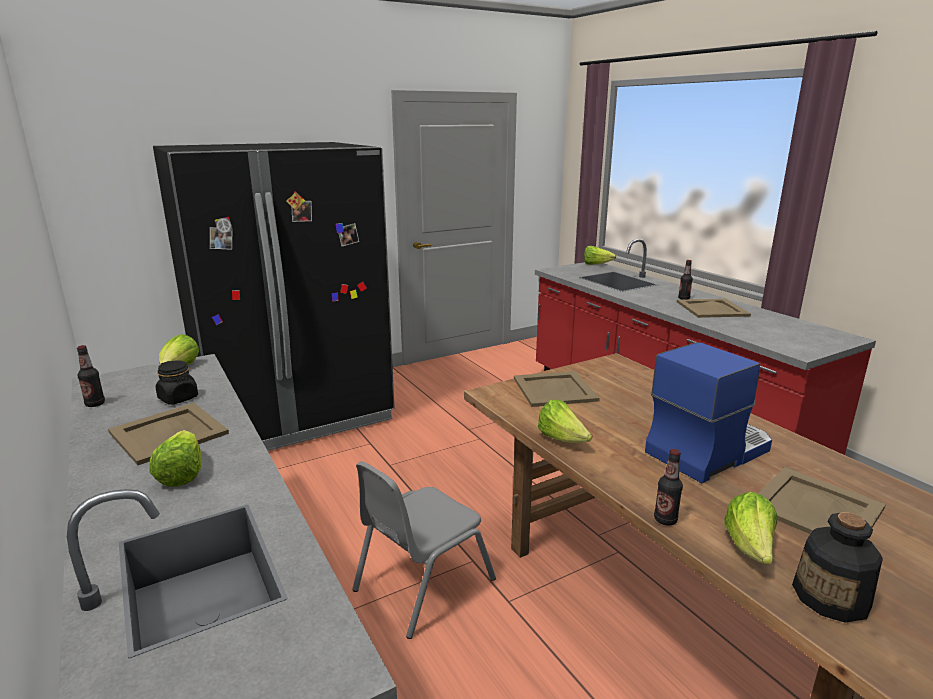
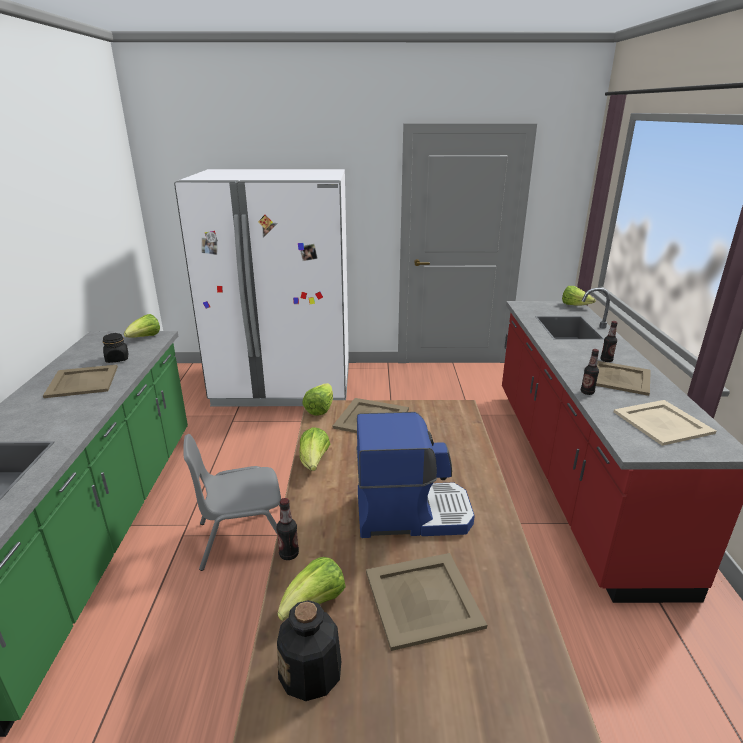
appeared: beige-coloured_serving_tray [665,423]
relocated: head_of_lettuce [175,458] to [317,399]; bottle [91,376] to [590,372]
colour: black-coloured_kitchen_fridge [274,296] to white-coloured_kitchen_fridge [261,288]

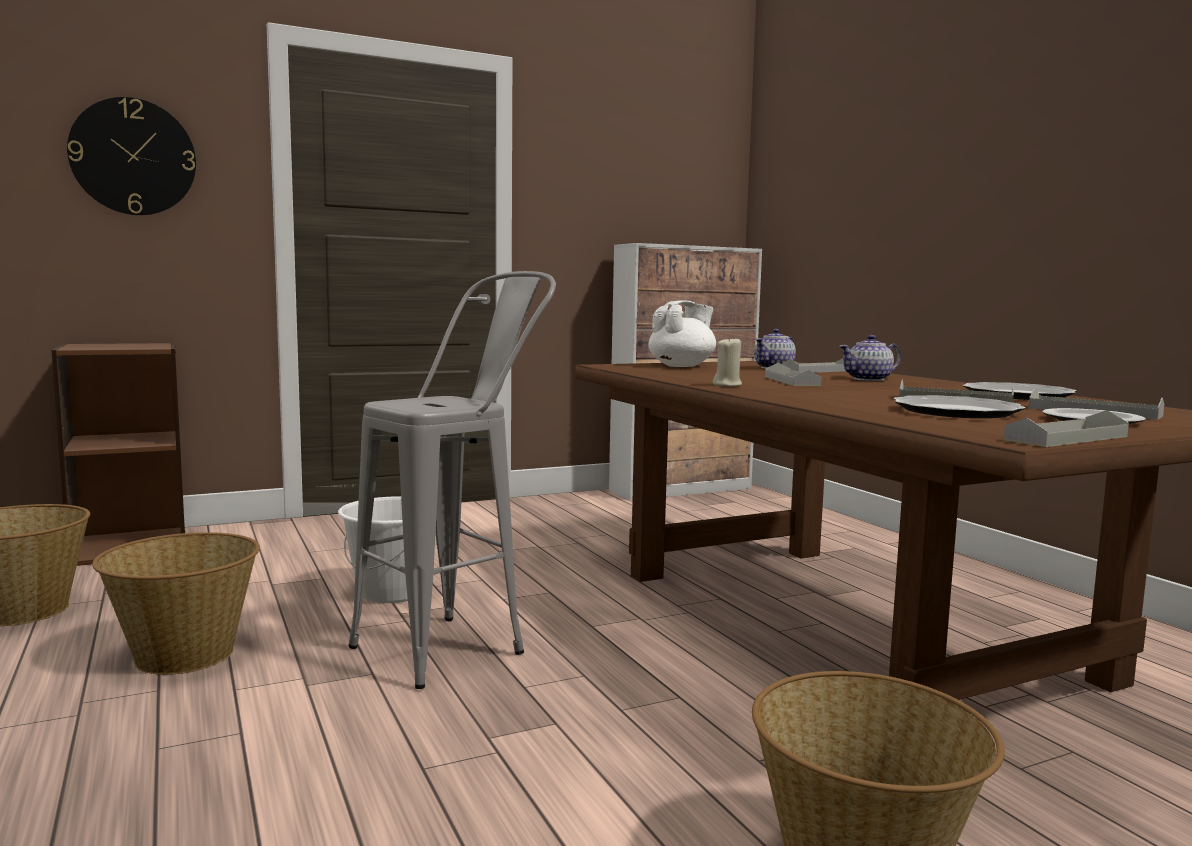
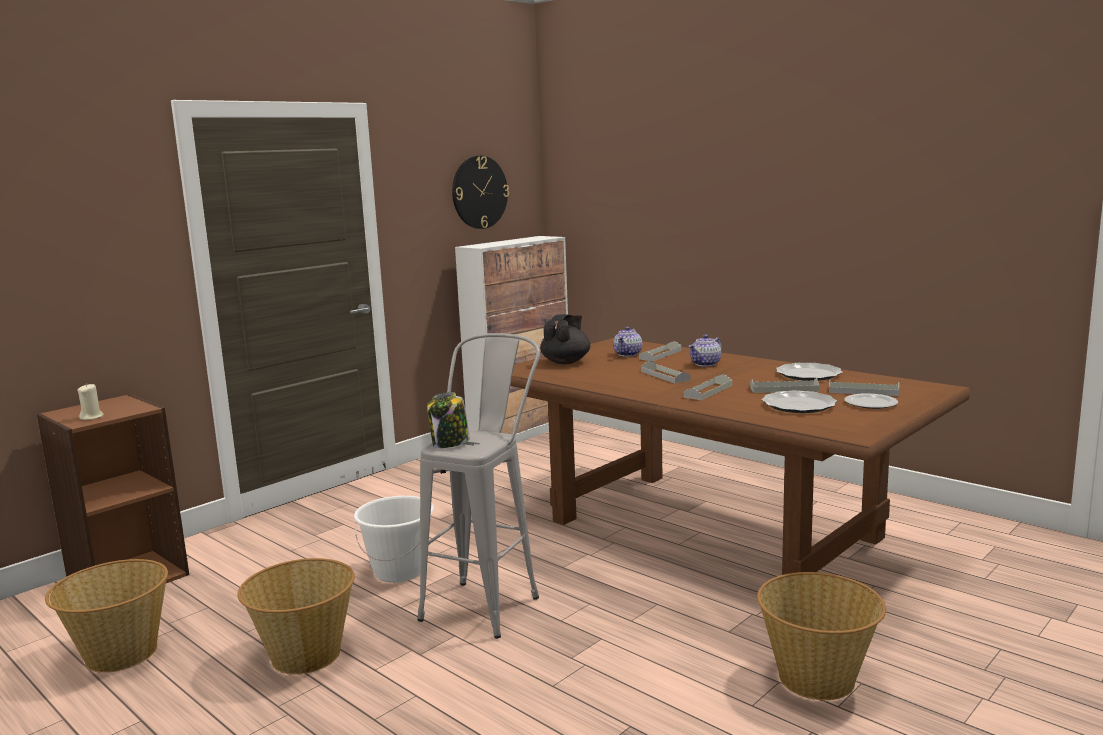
appeared: jar [448,420]
relocated: beige-coloured_candle [727,361] to [90,402]; hanging_clock [131,156] to [480,192]; gray_serving_tray [1066,428] to [707,387]
colour: white-coloured_teapot [682,334] to black-coloured_teapot [565,339]

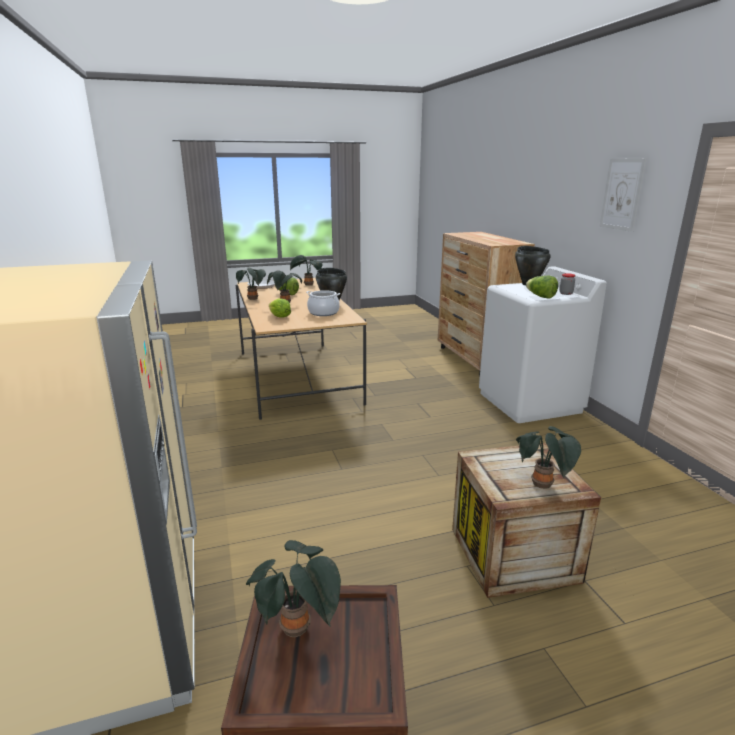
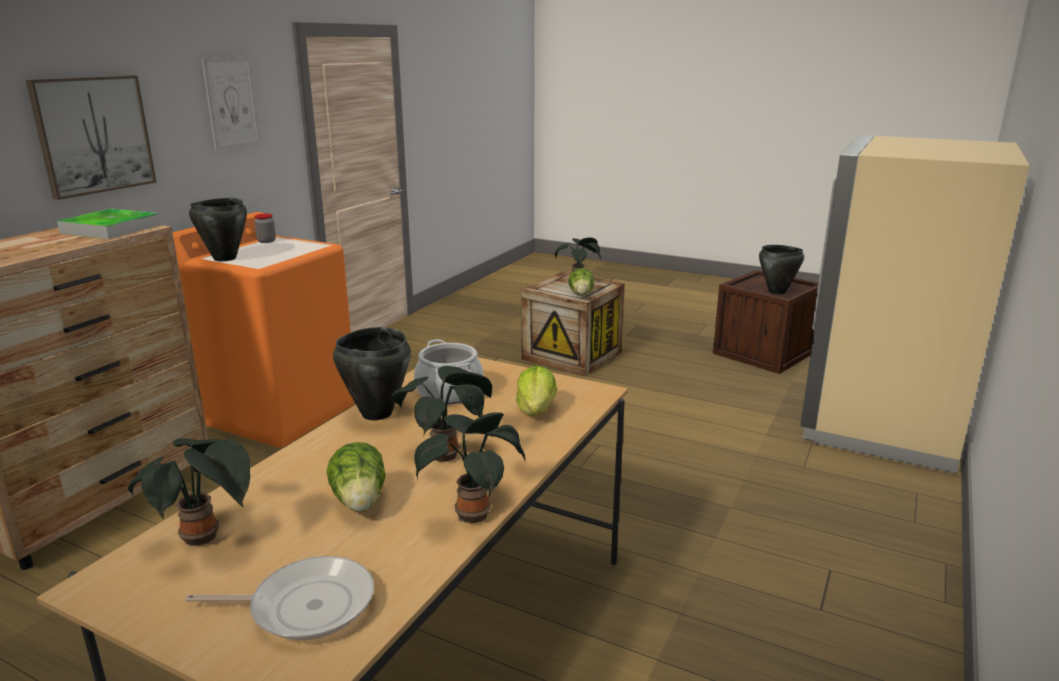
appeared: picture [91,137]; serving_tray [108,224]
relocated: head_of_lettuce [542,287] to [581,281]
exchanged: plant_in_a_pot [293,588] to black-coloured_saucepot [781,269]
colour: white-coloured_washing_machine [543,344] to orangey_washing_machine [263,330]

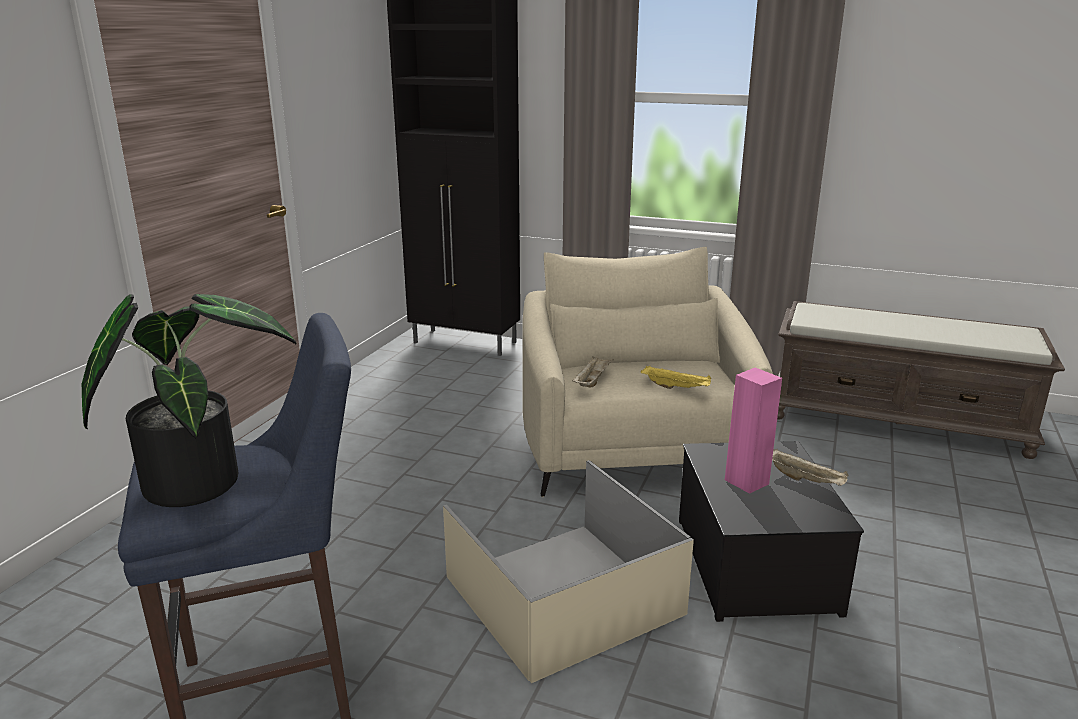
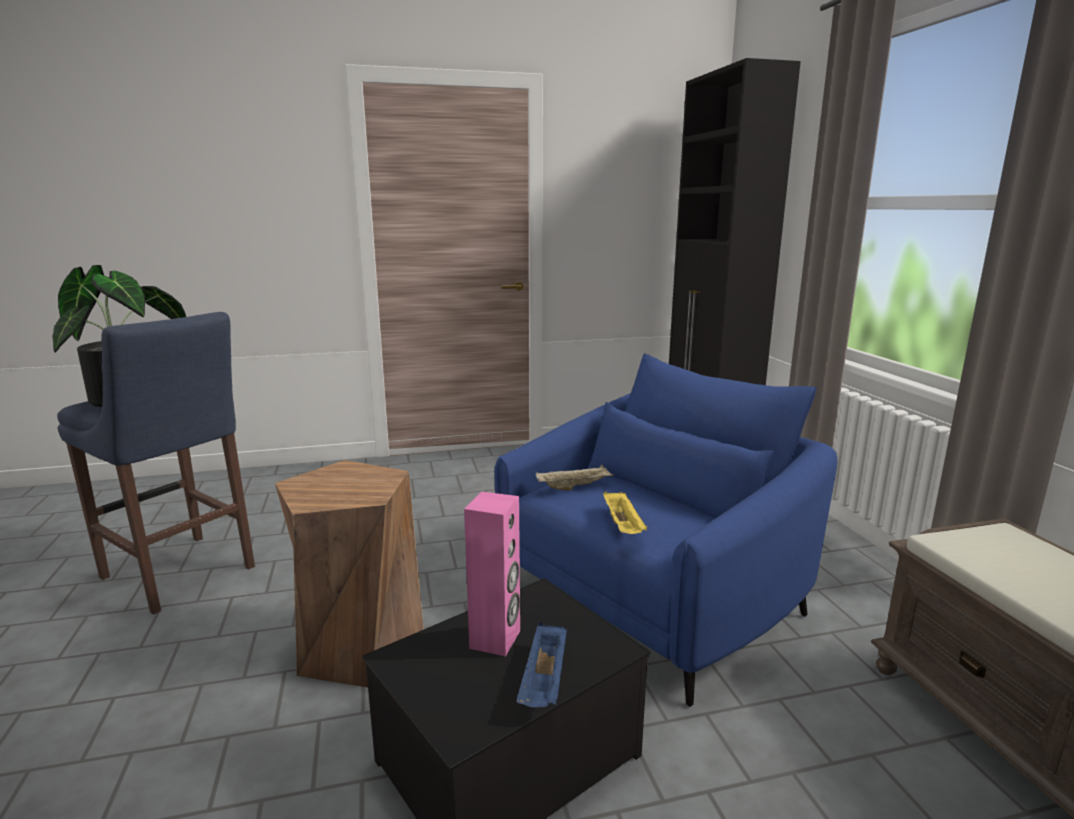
exchanged: beige-coloured_storage_box [568,571] to brown-coloured_stool [349,574]
colour: beige-coloured_easy_chair [647,372] to blue-coloured_easy_chair [665,530]; beige-coloured_serving_tray [810,467] to blue-coloured_serving_tray [541,664]

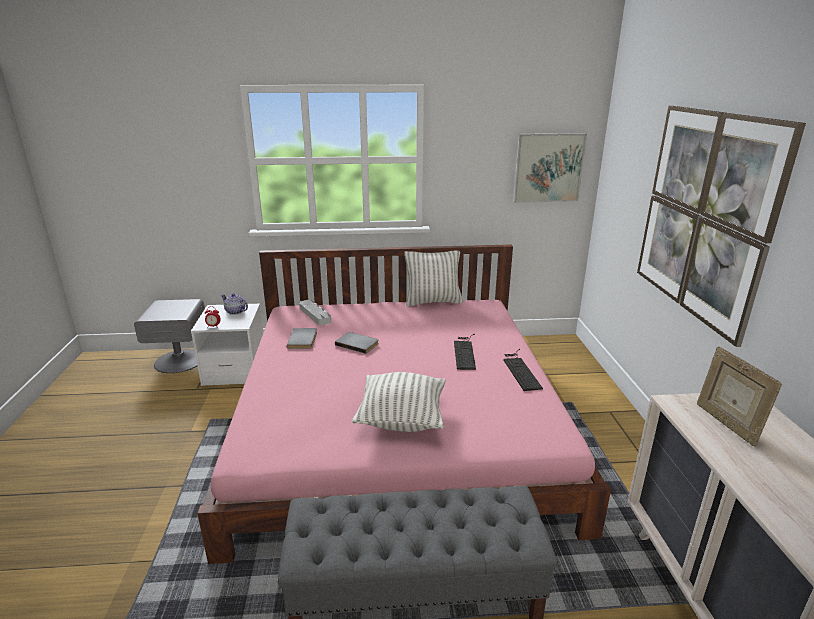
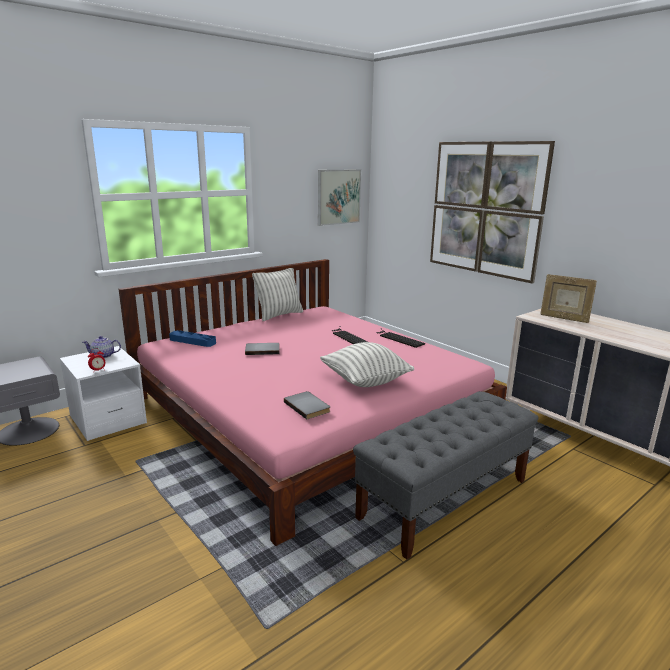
relocated: gray_book [302,338] to [307,405]
colour: gray_serving_tray [315,312] to blue-coloured_serving_tray [192,338]

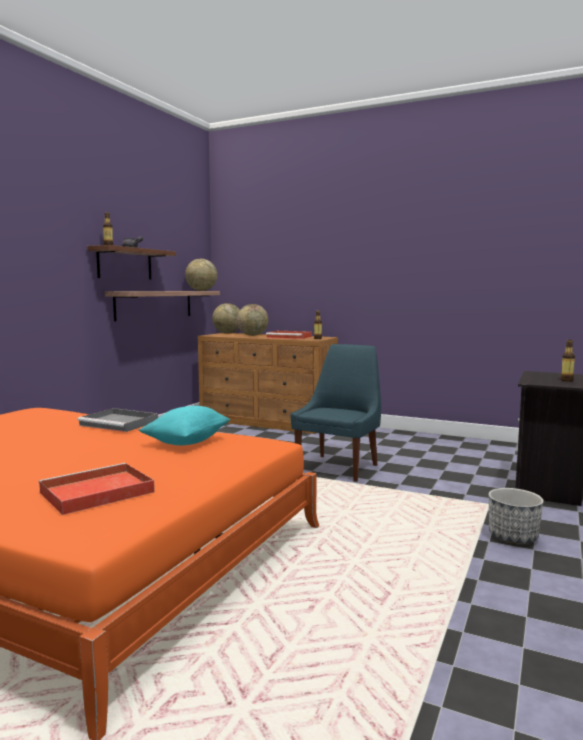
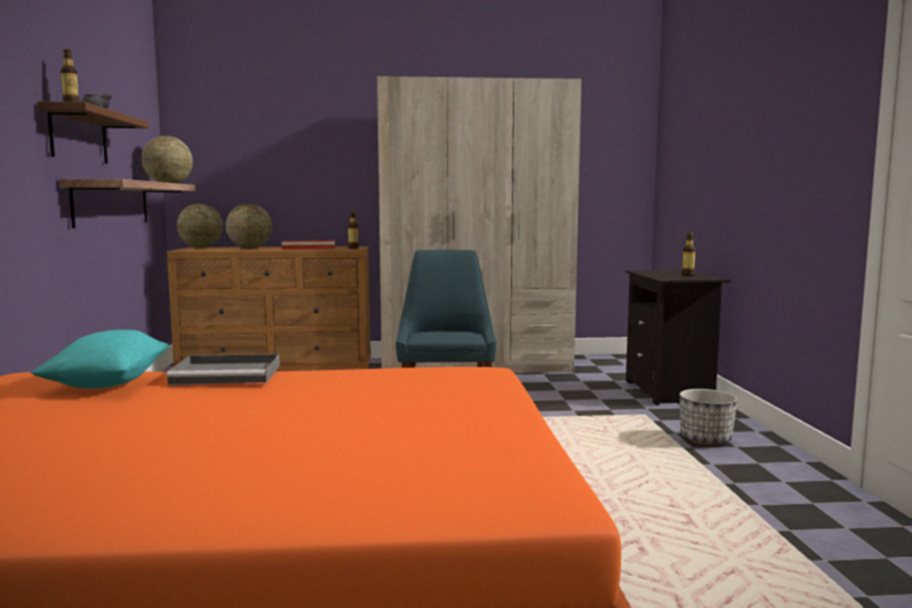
missing: red_serving_tray [97,489]
appeared: beige-coloured_clothes_cupboard [479,224]
relocated: turquoise_throw_pillow [184,425] to [99,359]

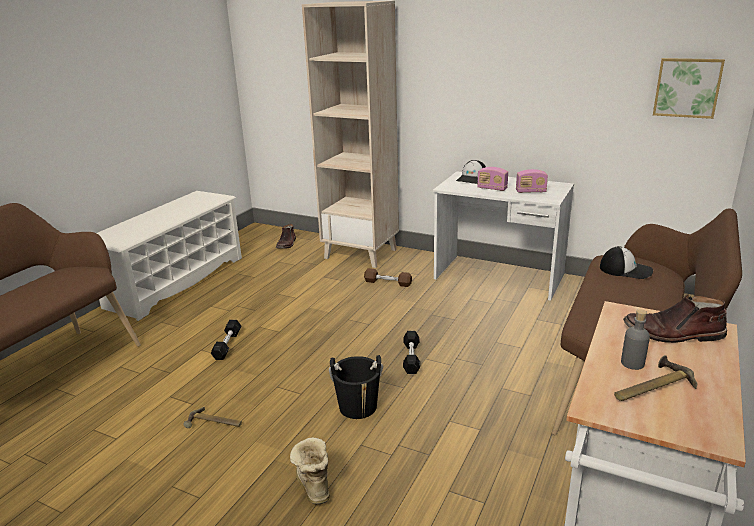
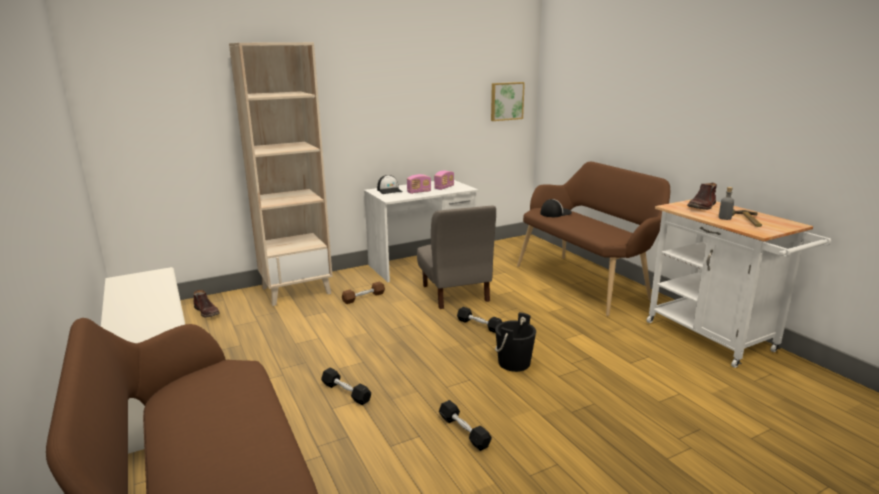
missing: boot [310,470]
appeared: gray_plain_chair [456,257]
exchanged: tool_hammer [213,417] to black-coloured_dumbbell [465,425]

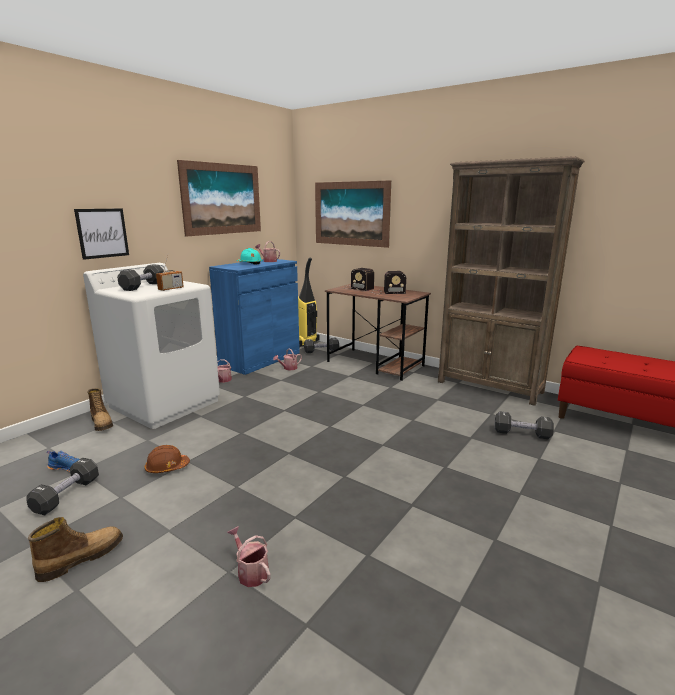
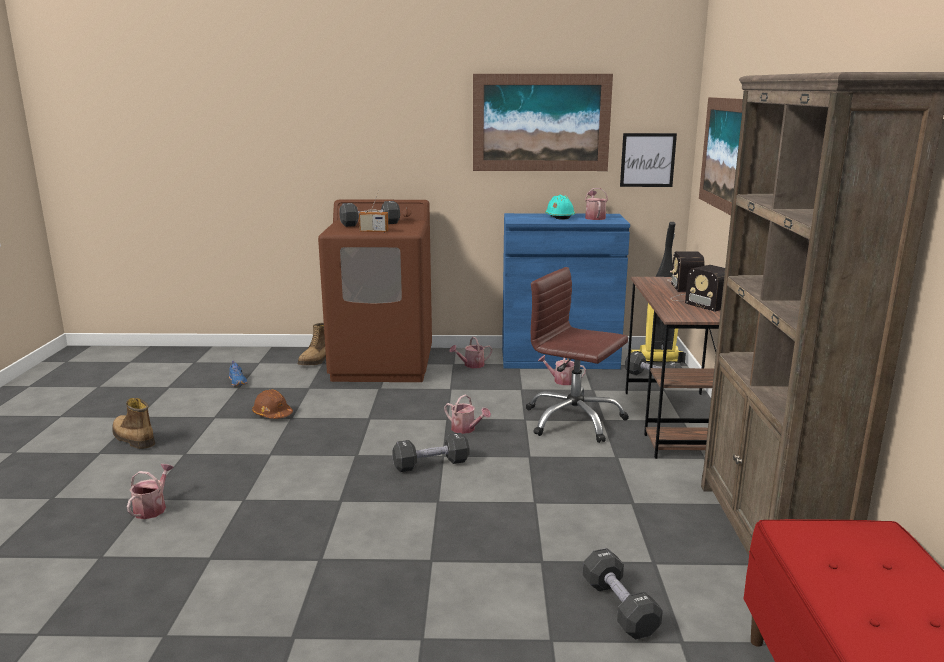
appeared: watering_can [467,414]; brown-coloured_office_chair [577,355]
relocated: black-coloured_dumbbell [62,486] to [430,452]; picture [101,234] to [648,160]
colour: white-coloured_washing_machine [151,346] to brown-coloured_washing_machine [375,290]
spun: boot [75,549] = [133,423] 150 degrees counterclockwise

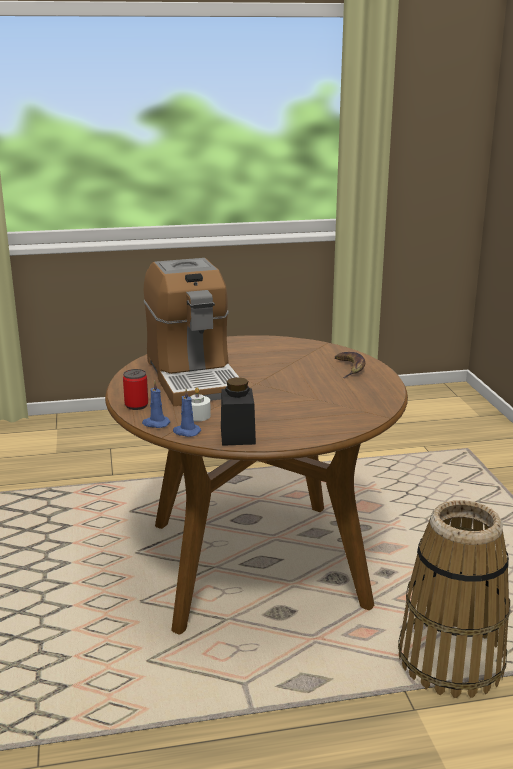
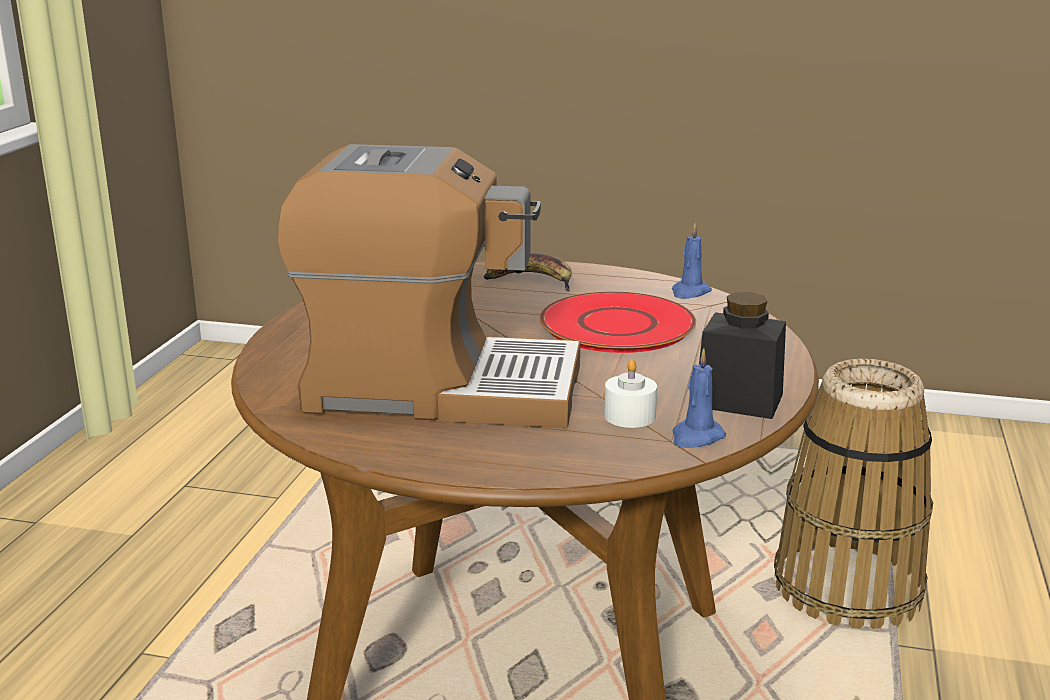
missing: sealed_can [135,389]
appeared: red_flat_dish [617,322]
relocated: blue-coloured_candle [156,404] to [692,261]

